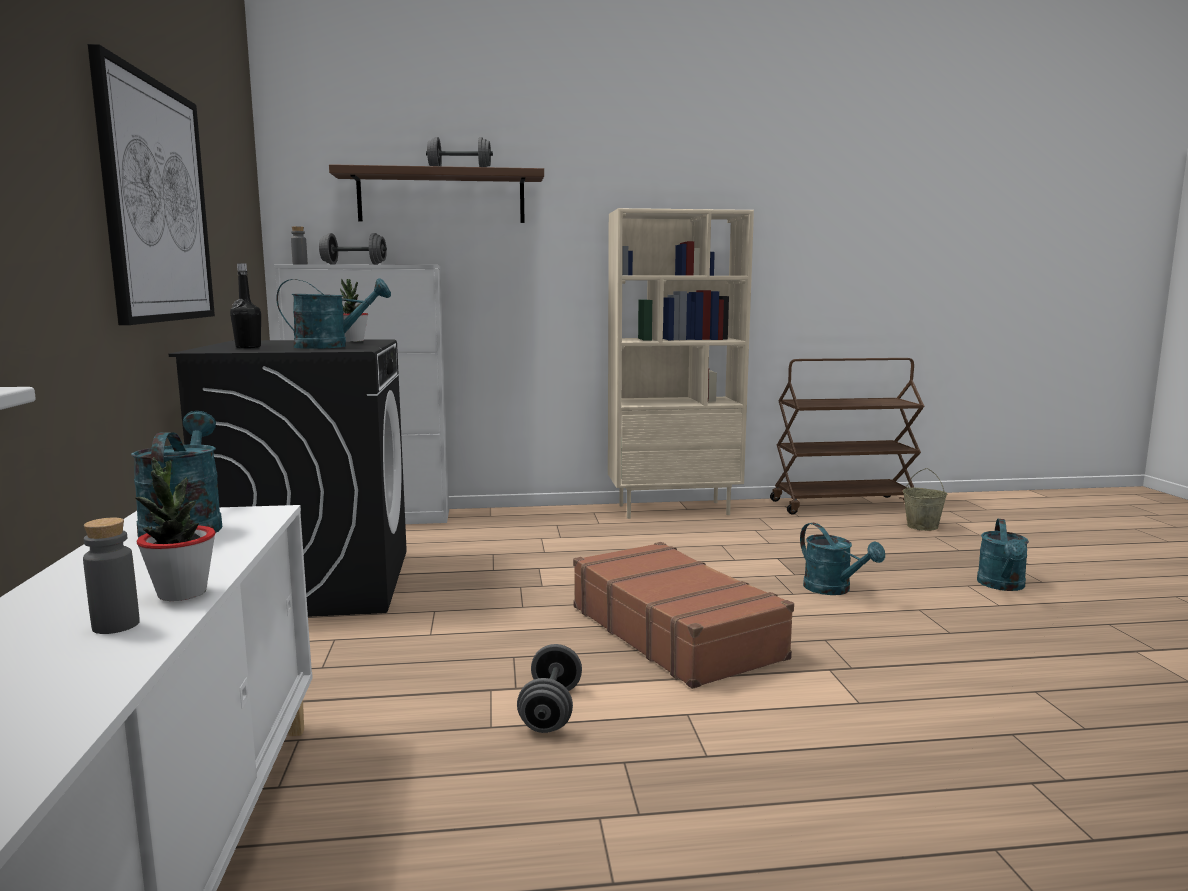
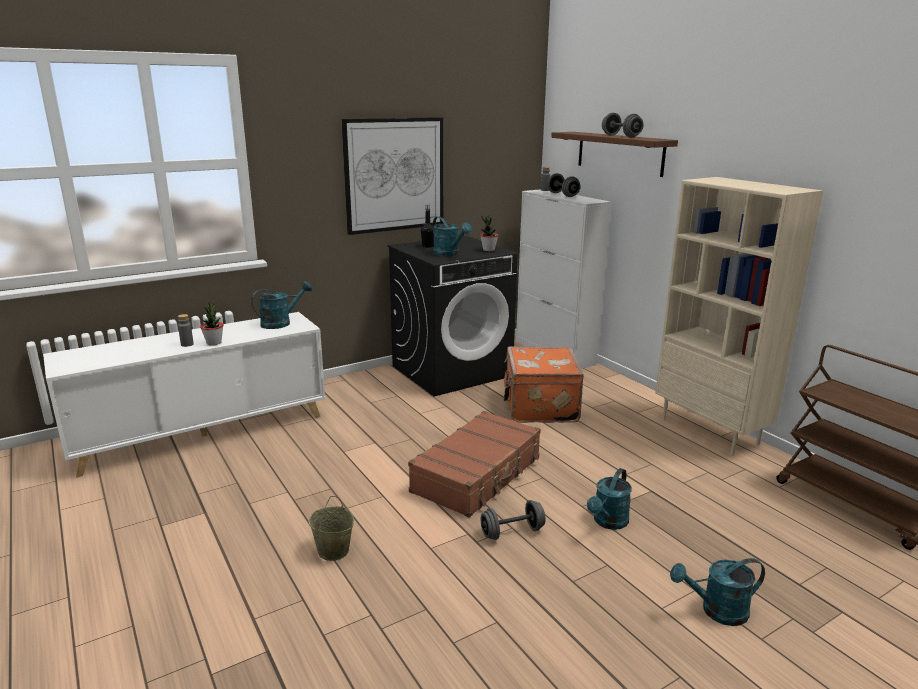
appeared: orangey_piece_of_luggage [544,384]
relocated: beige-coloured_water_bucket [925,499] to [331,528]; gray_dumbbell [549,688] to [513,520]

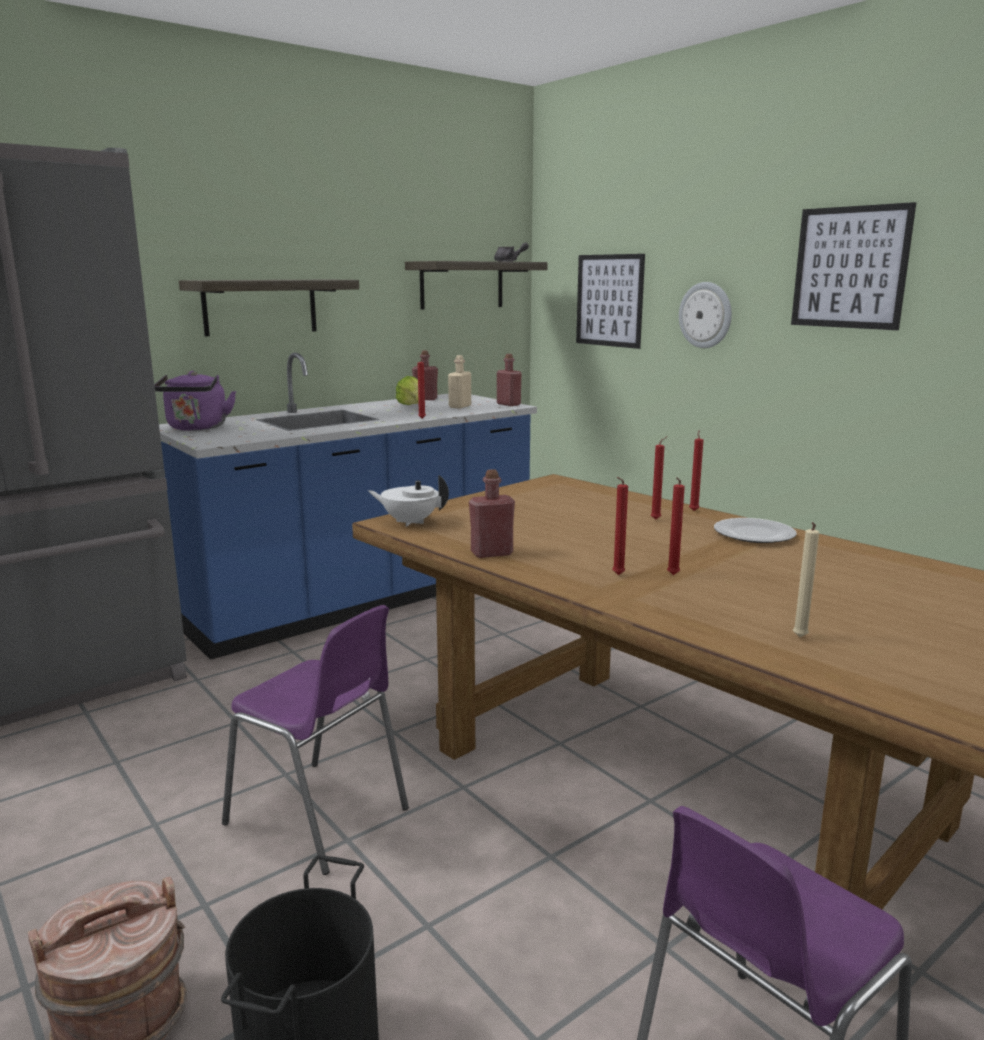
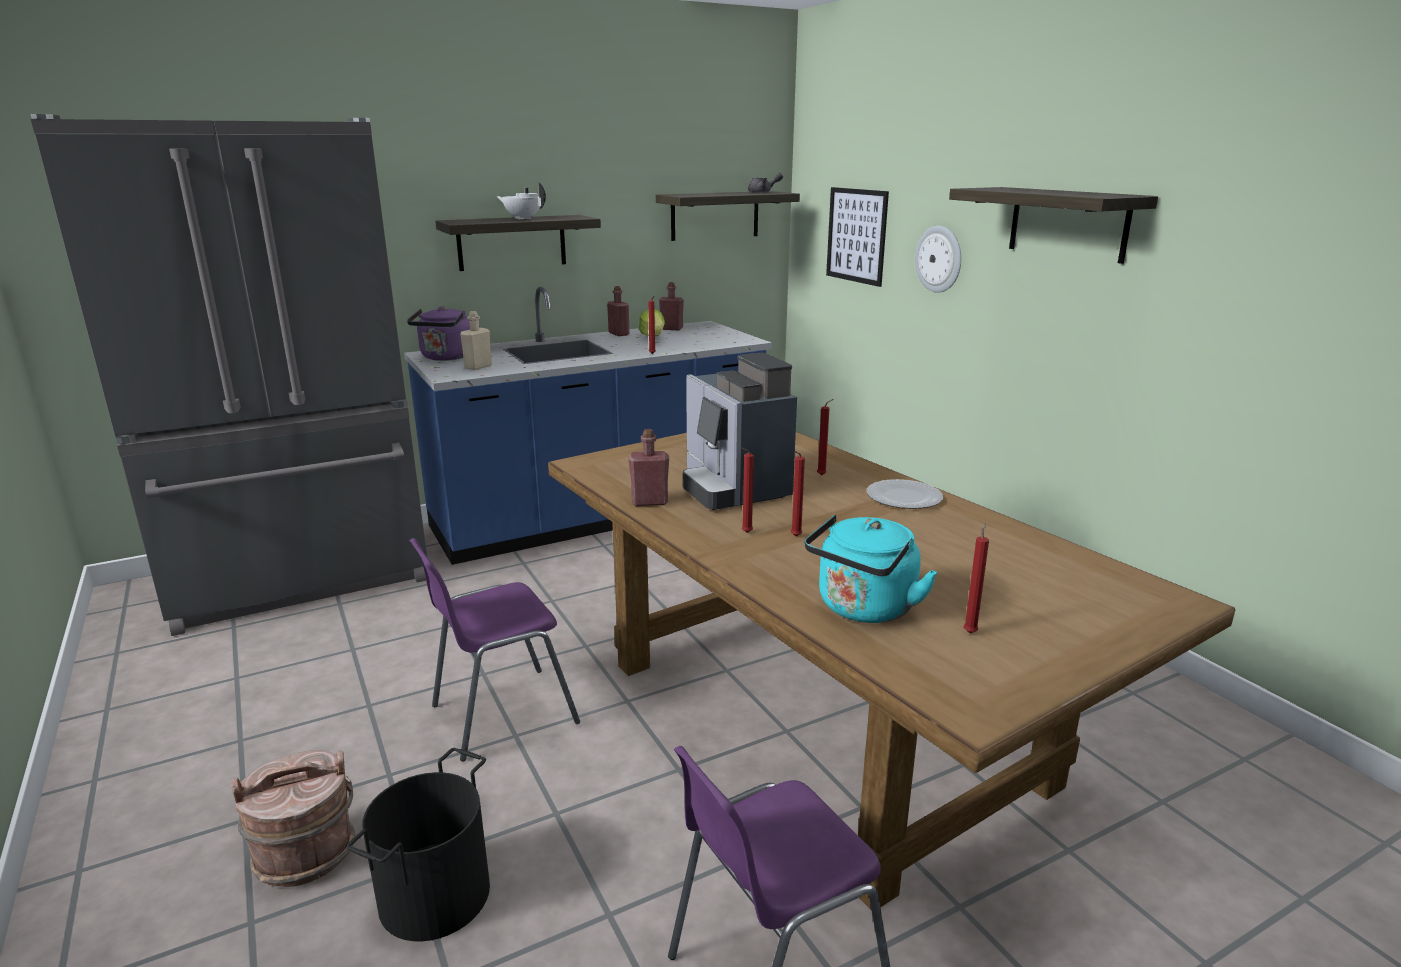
appeared: coffee_brewer [740,431]
relocated: beige-coloured_bottle [459,382] to [476,340]; white-coloured_teapot [408,501] to [521,201]; red_bottle [509,380] to [618,311]; red_candle [696,470] to [976,578]
exchanged: beige-coloured_candle [806,579] to turquoise_kettle [871,569]; picture [853,266] to wall_shelf [1053,225]
spun: purple_plain_chair [315,740] = [494,650] 105 degrees clockwise

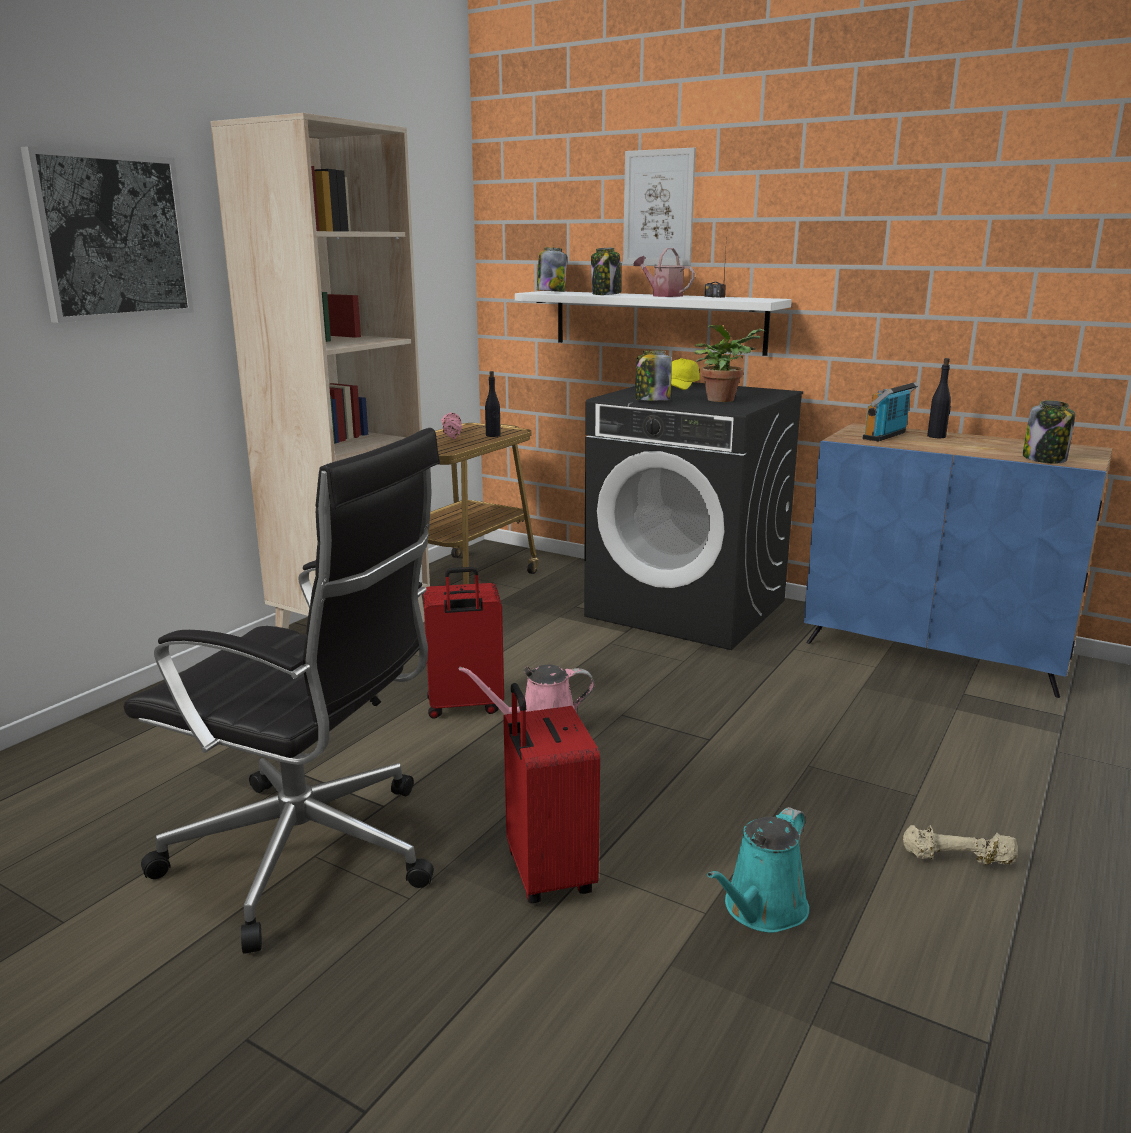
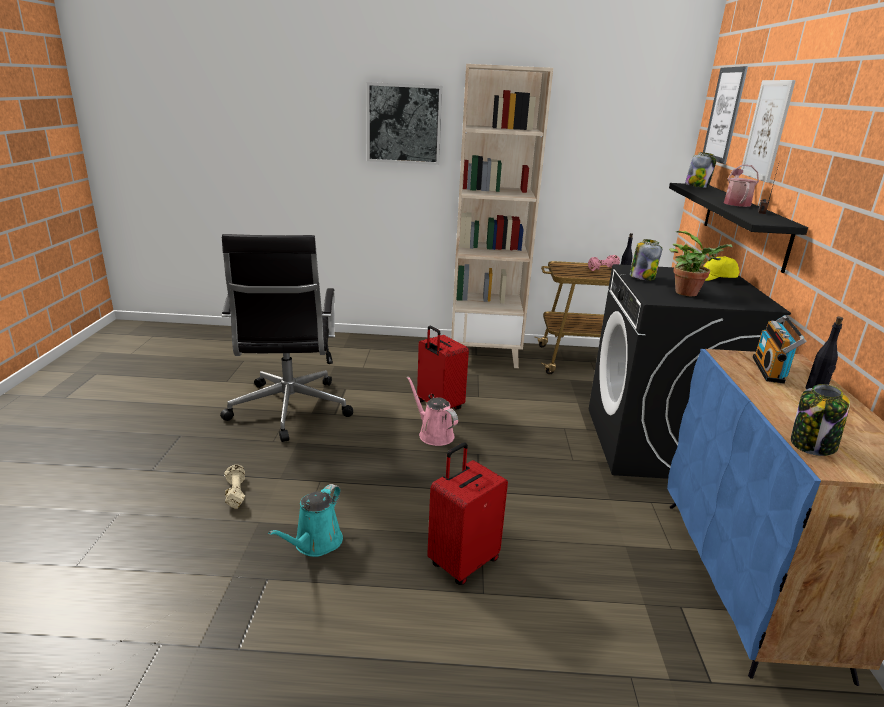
missing: jar [606,271]
appeared: picture [725,115]
relocated: beige-coloured_dumbbell [960,845] to [234,487]; red_piece_of_luggage [551,793] to [467,514]
colour: white-coloured_wall_shelf [653,323] to black-coloured_wall_shelf [738,228]
spun: turquoise_watering_can [758,870] = [305,520] 75 degrees counterclockwise; radio [890,412] = [780,349] 90 degrees counterclockwise

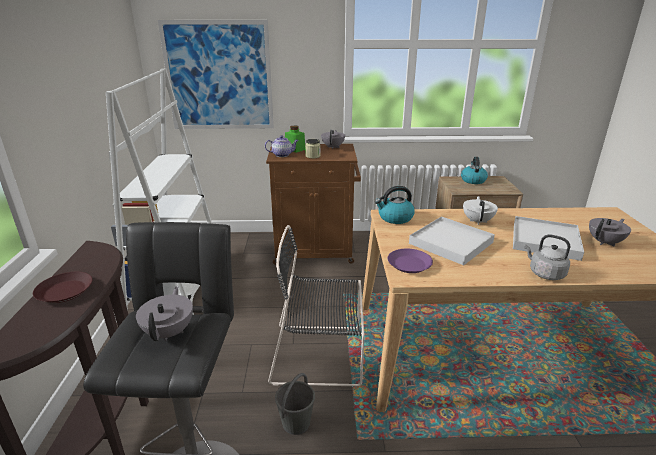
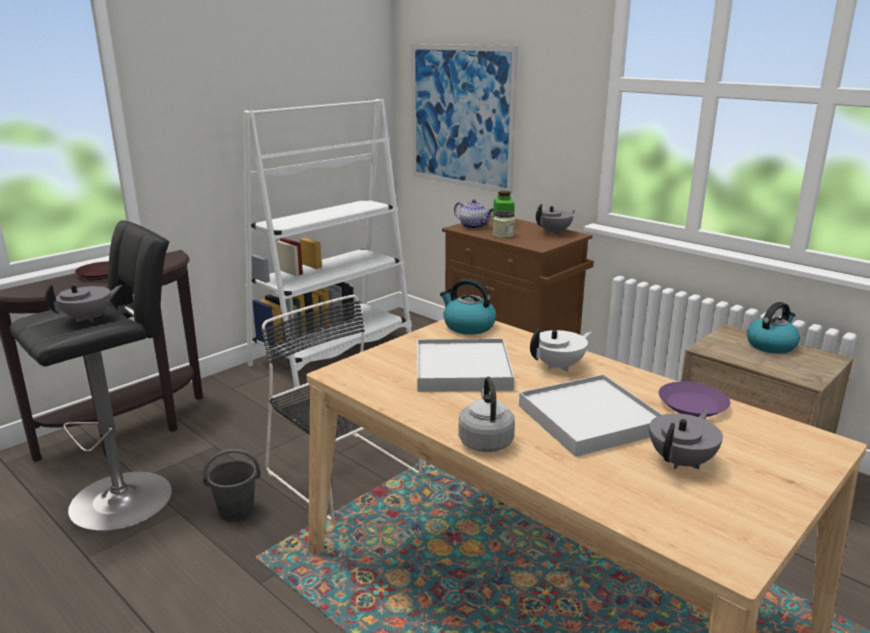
relocated: purple_flat_dish [410,261] to [694,399]
spun: gray_teapot [610,232] = [686,439] 60 degrees counterclockwise

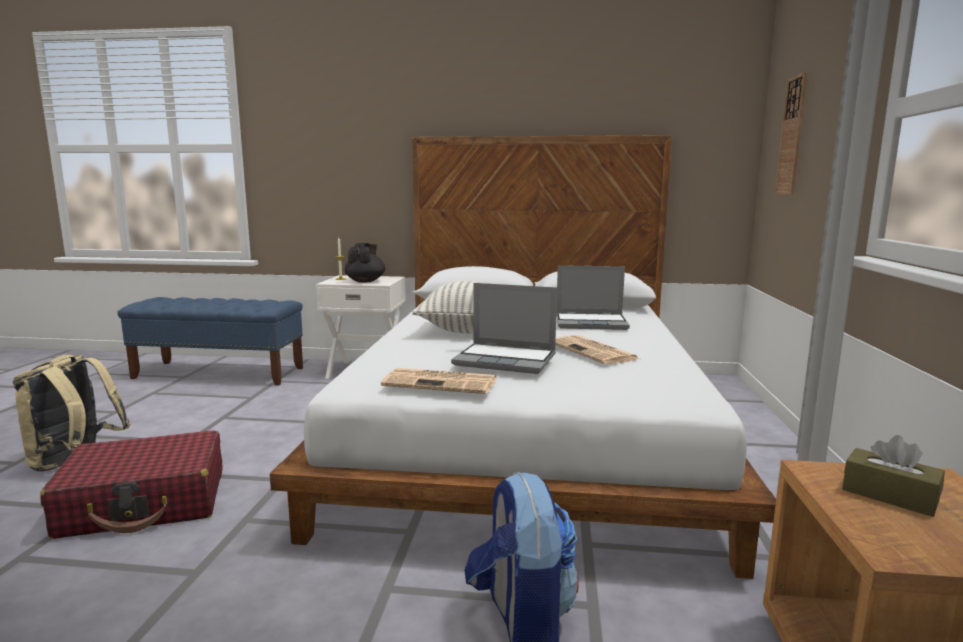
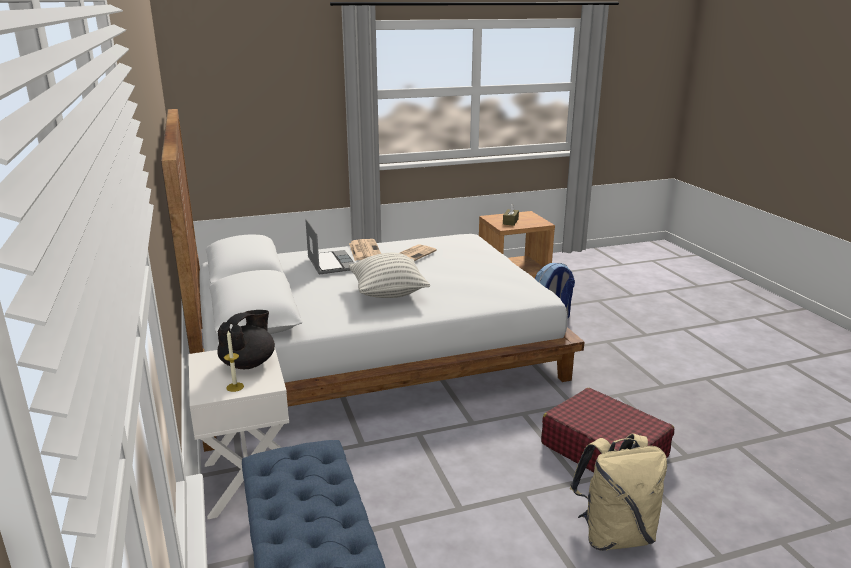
missing: portable_computer [504,328]; hanging_clock [791,133]
relocated: printed_paper [439,381] to [365,250]
spun: black-coloured_teapot [365,263] = [246,339] 135 degrees clockwise

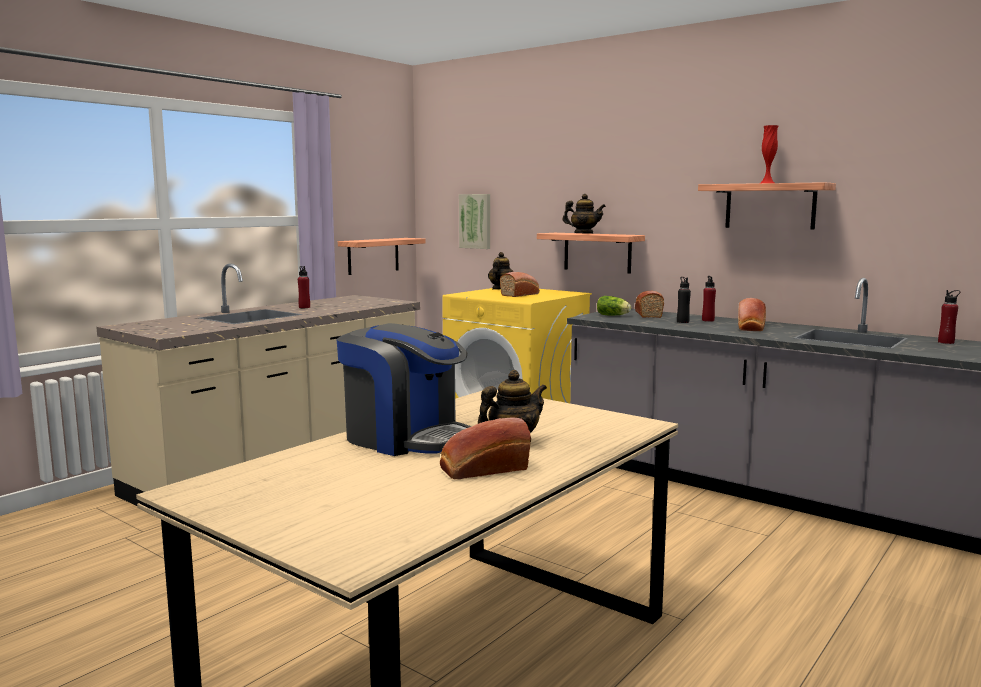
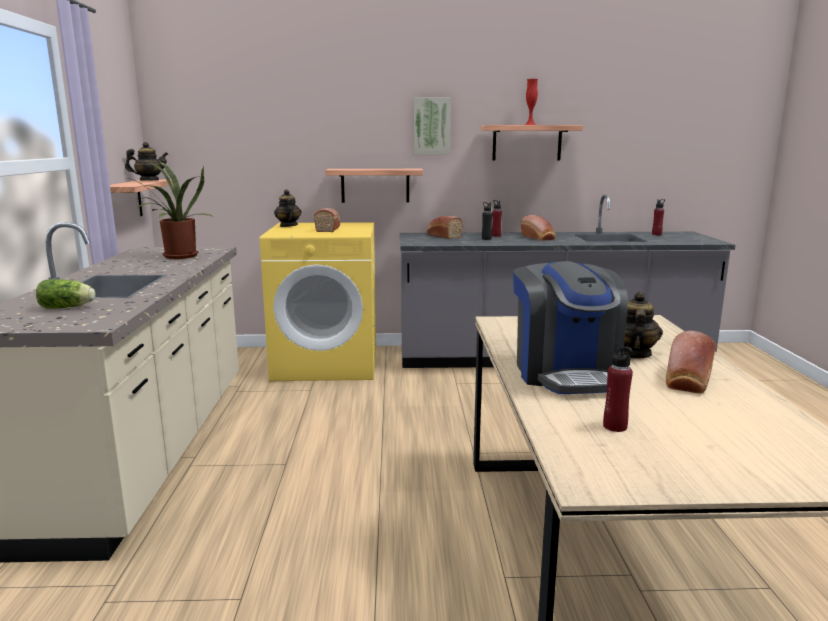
appeared: plant_in_a_pot [170,210]
relocated: head_of_lettuce [614,305] to [66,294]; teapot [584,214] to [146,161]; picture [474,221] to [432,126]; red_bottle [304,287] to [618,387]
spun: coffee_brewer [403,389] = [570,327] 90 degrees clockwise

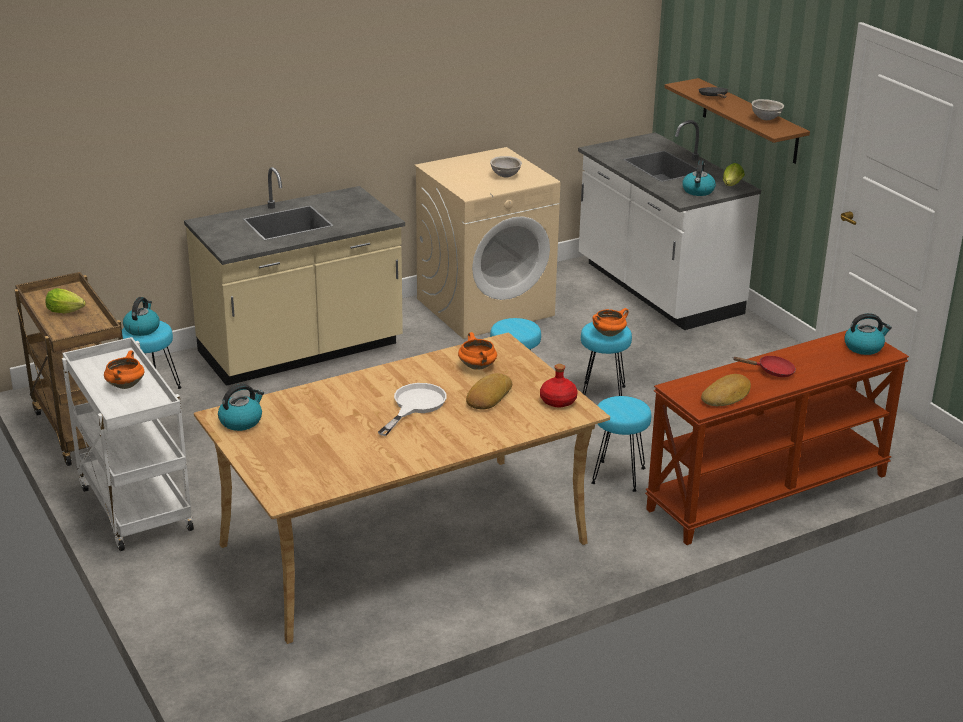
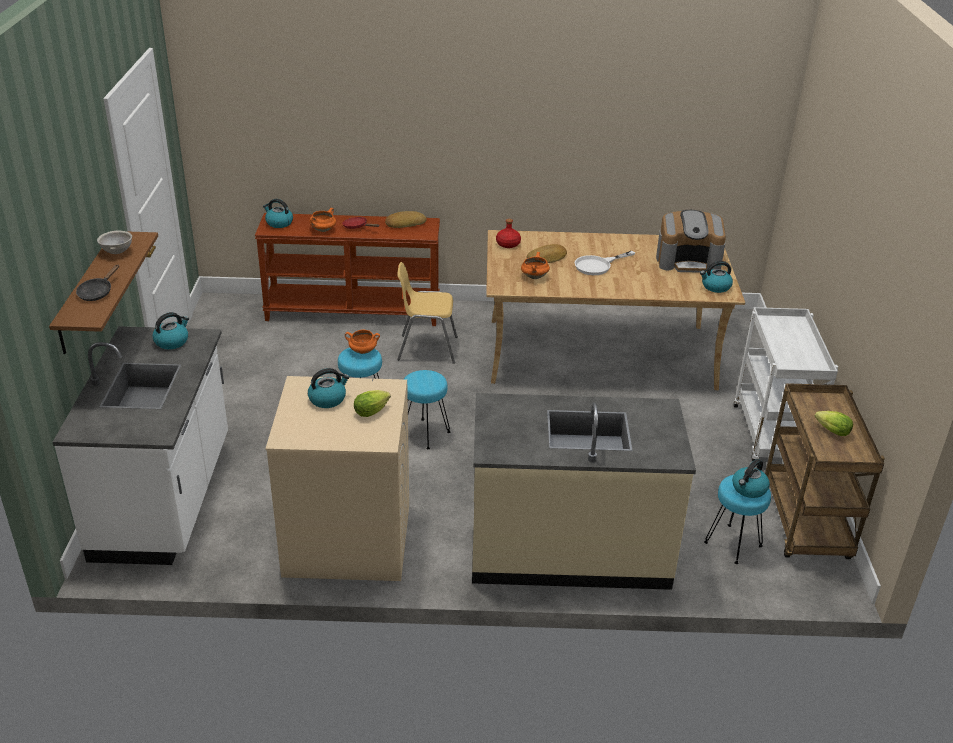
appeared: coffee_brewer [691,241]
relocated: orangey_saucepot [124,369] to [323,220]; head_of_lettuce [734,174] to [372,403]
exchanged: gray_deep_dish [506,167] to kettle [328,388]; turquoise_stool [621,444] to yellow_plain_chair [427,313]

